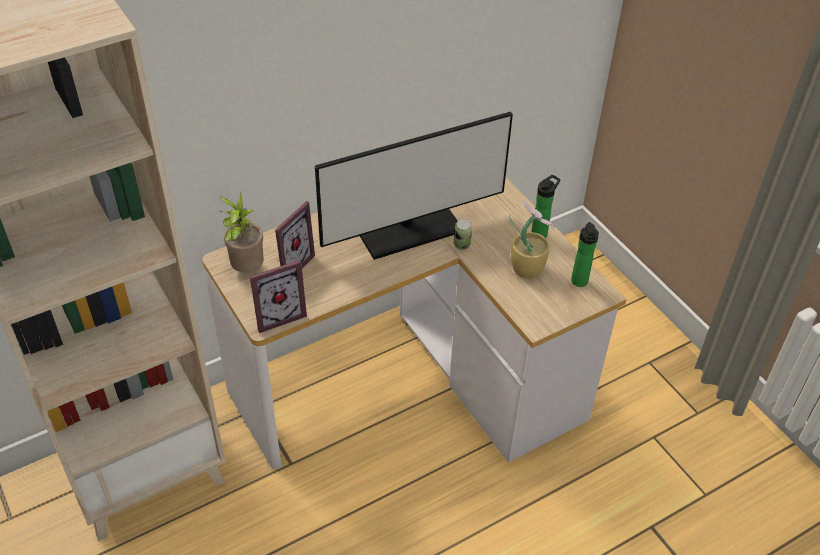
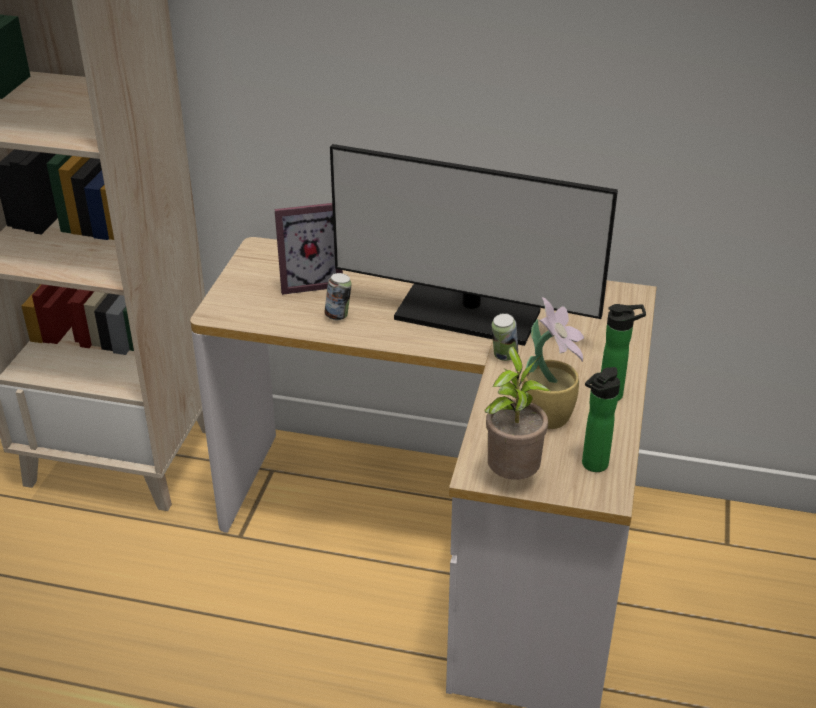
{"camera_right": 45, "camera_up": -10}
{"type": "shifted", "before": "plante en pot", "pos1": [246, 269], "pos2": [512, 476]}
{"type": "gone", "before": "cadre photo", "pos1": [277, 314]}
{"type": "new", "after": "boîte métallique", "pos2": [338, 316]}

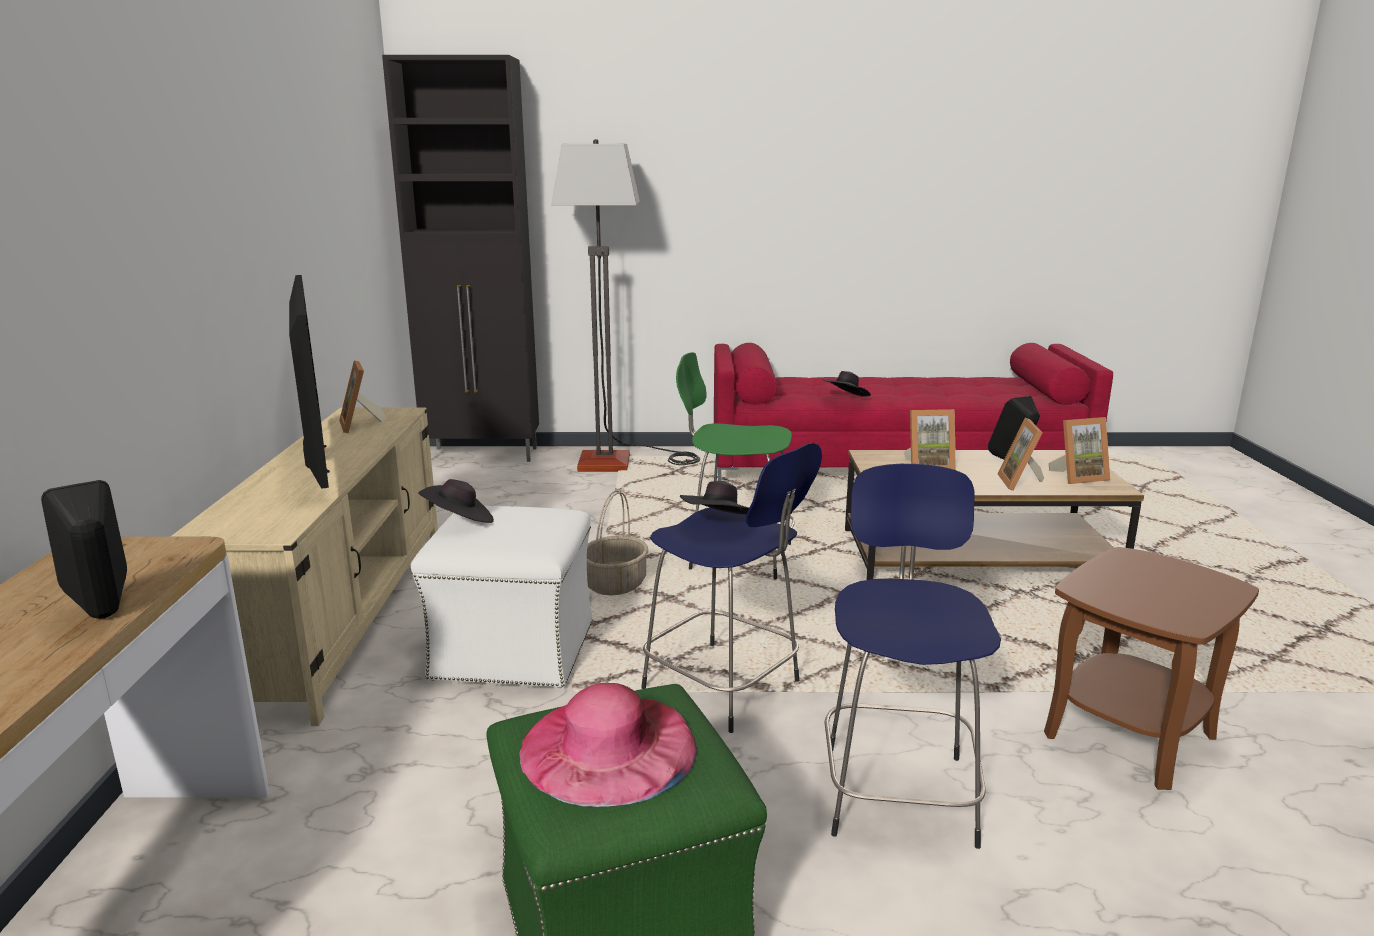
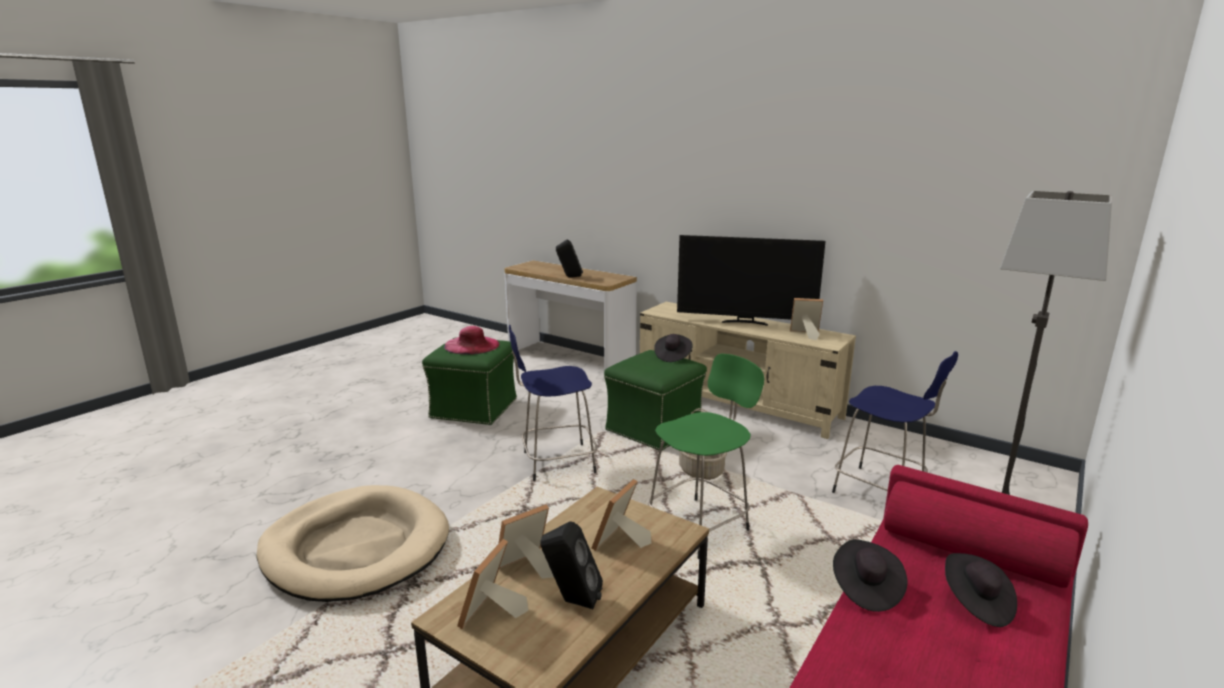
{"camera_right": 125, "camera_up": 0}
{"type": "gone", "before": "meuble de rangement/noir", "pos1": [484, 455]}
{"type": "repainted", "before": "pouf/blanc", "after": "pouf/vert", "pos1": [512, 650], "pos2": [654, 428]}
{"type": "shifted", "before": "chapeau/noir", "pos1": [719, 525], "pos2": [976, 603]}
{"type": "shifted", "before": "tabouret/bleu", "pos1": [898, 790], "pos2": [881, 492]}
{"type": "rotated", "before": "cadre photo", "pos1": [1022, 483], "pos2": [526, 568], "turn": -75}
{"type": "swapped", "before": "table d'appoint/marron", "after": "panier pour chien/beige", "pos1": [1130, 736], "pos2": [356, 548]}

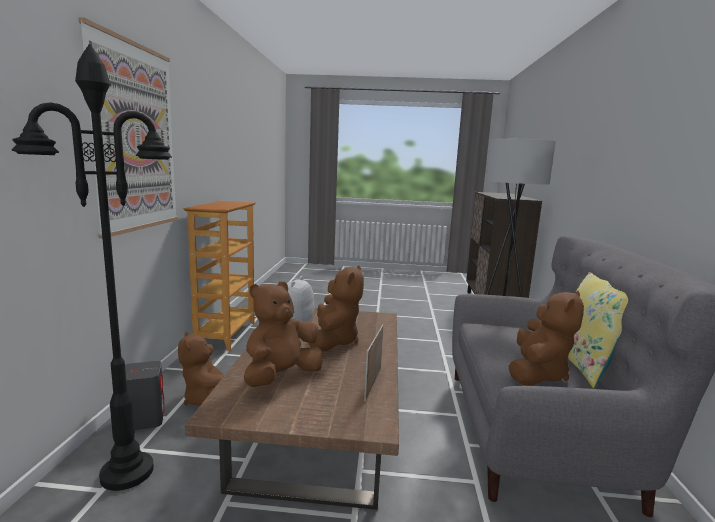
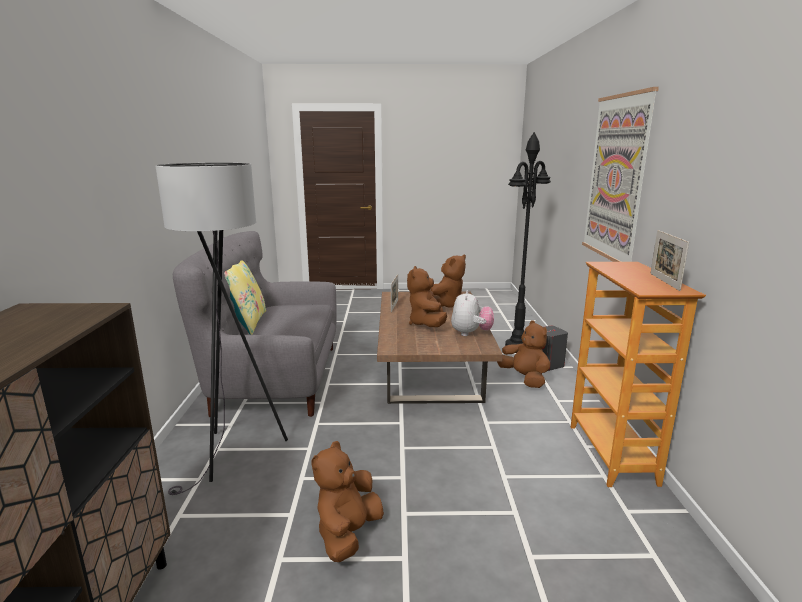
{"camera_right": 175, "camera_up": 5}
{"type": "shifted", "before": "peluche/marron", "pos1": [537, 374], "pos2": [348, 534]}
{"type": "new", "after": "cadre photo", "pos2": [664, 281]}

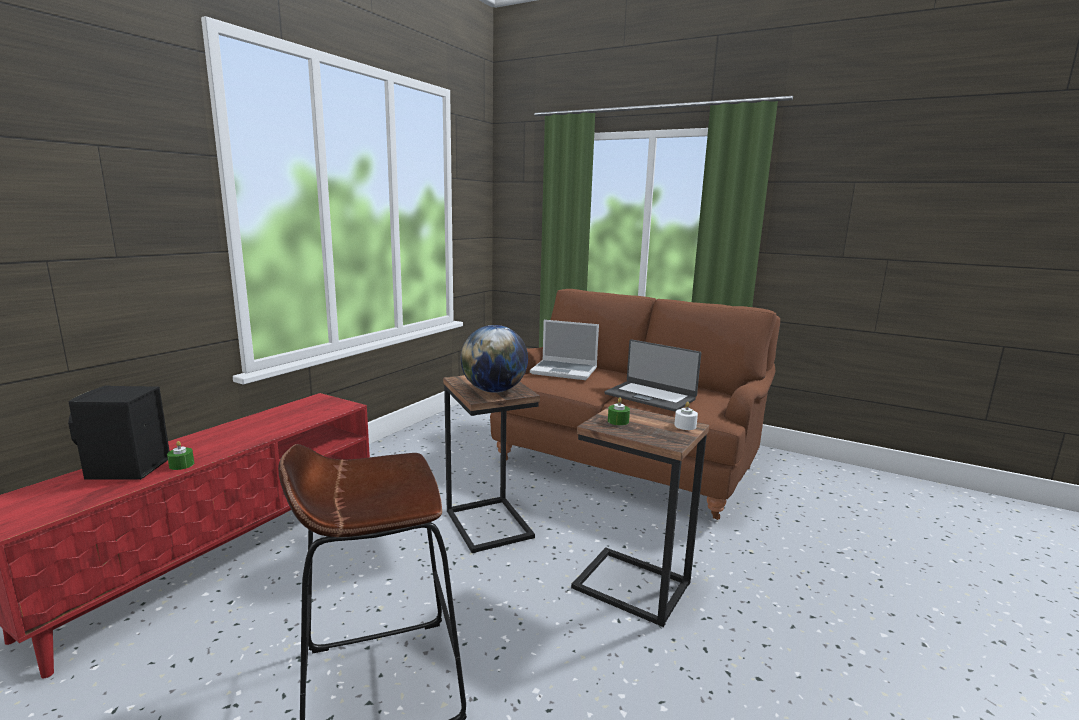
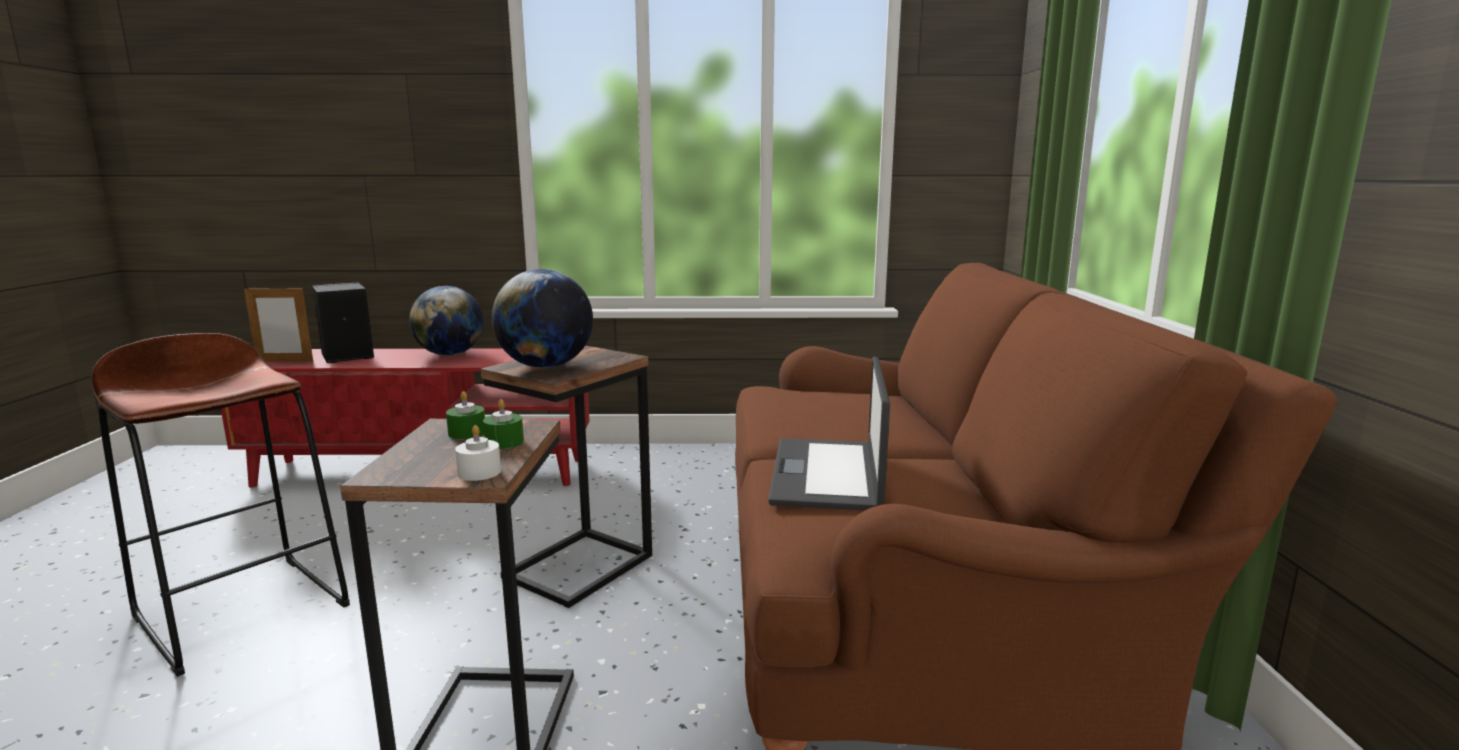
{"camera_right": 60, "camera_up": 0}
{"type": "shifted", "before": "bougie/vert", "pos1": [181, 465], "pos2": [504, 442]}
{"type": "gone", "before": "ordinateur portable", "pos1": [565, 371]}
{"type": "new", "after": "cadre photo", "pos2": [284, 361]}
{"type": "new", "after": "globe", "pos2": [450, 354]}

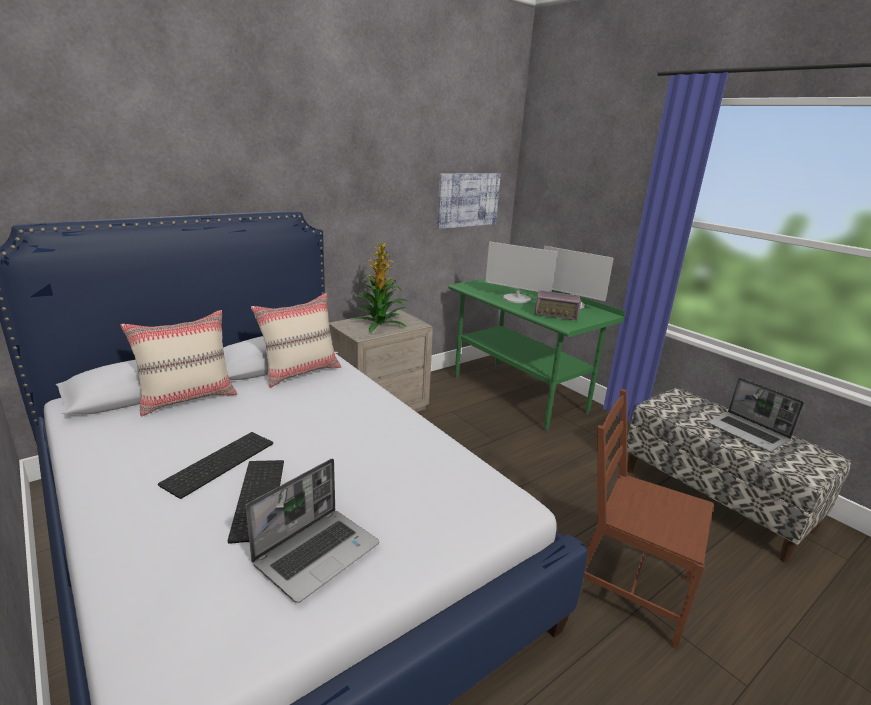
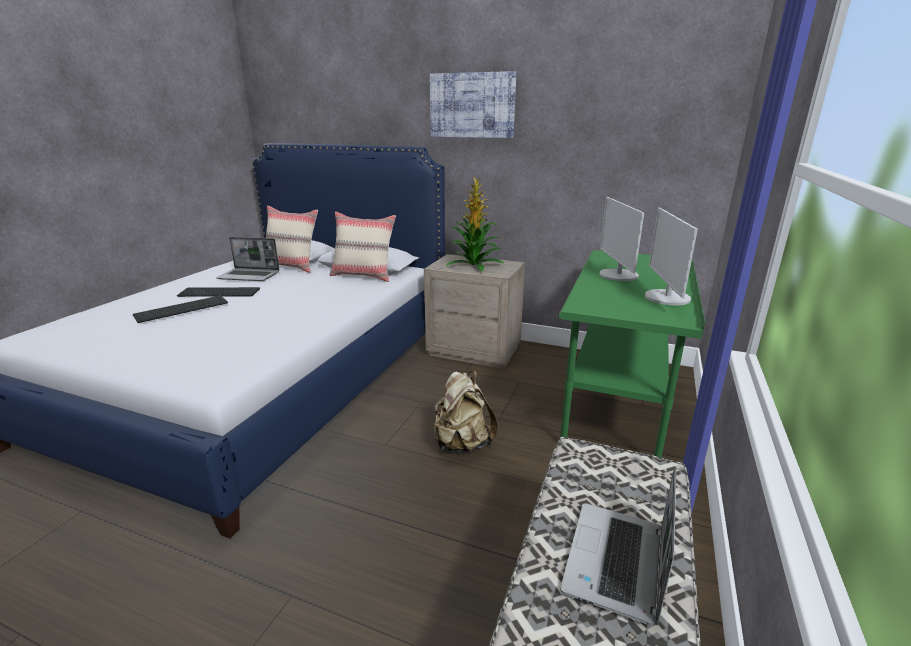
{"camera_right": 60, "camera_up": 0}
{"type": "shifted", "before": "ordinateur portable", "pos1": [318, 553], "pos2": [250, 276]}
{"type": "shifted", "before": "tableau", "pos1": [468, 200], "pos2": [472, 105]}
{"type": "gone", "before": "radio", "pos1": [556, 314]}
{"type": "gone", "before": "chaise/marron", "pos1": [627, 587]}
{"type": "new", "after": "sac à dos/beige", "pos2": [461, 444]}

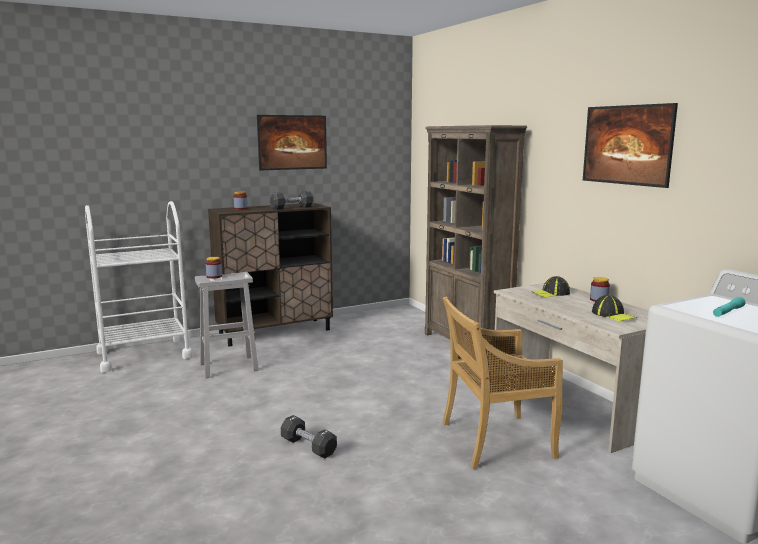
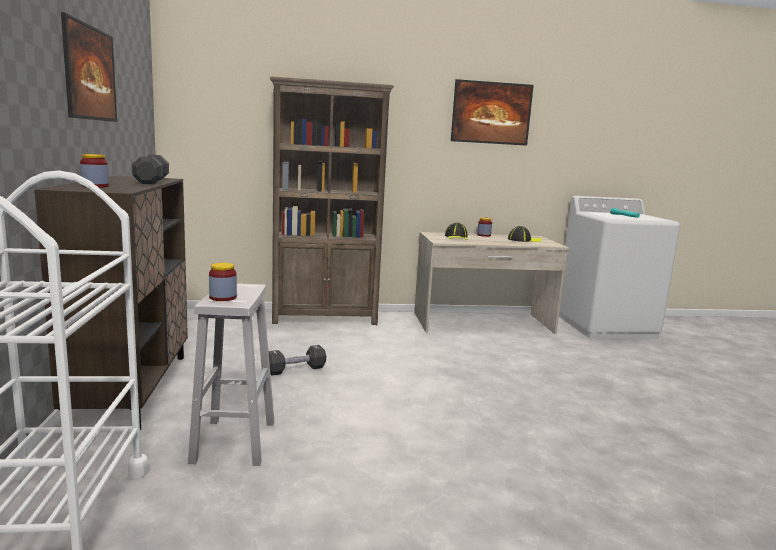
{"camera_right": -70, "camera_up": 0}
{"type": "shifted", "before": "haltère/noir", "pos1": [308, 447], "pos2": [295, 370]}
{"type": "gone", "before": "chaise/beige", "pos1": [494, 440]}

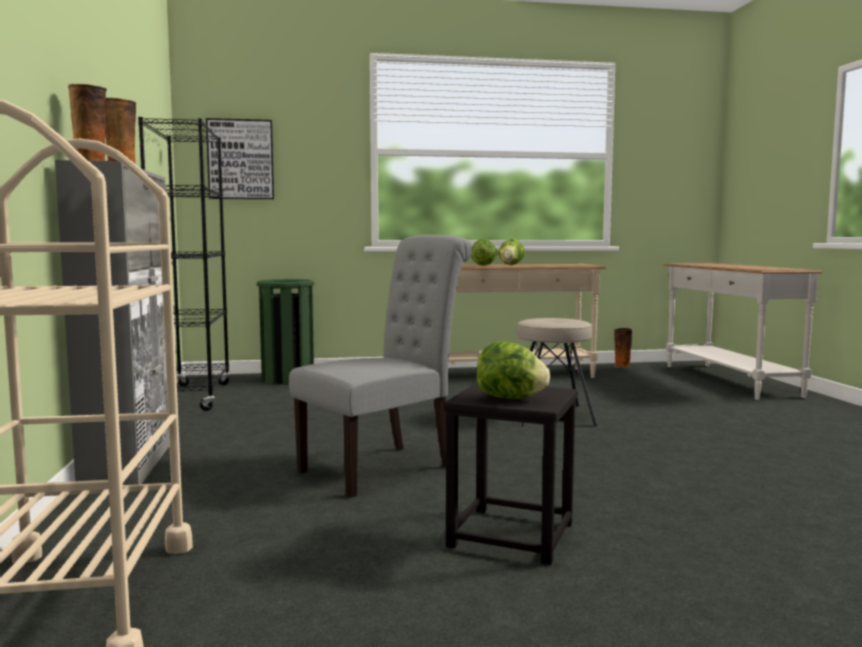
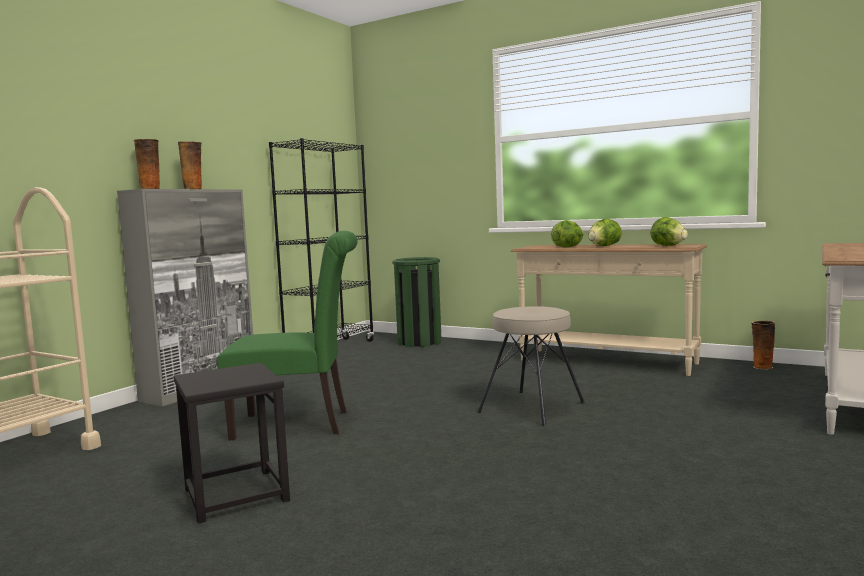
{"camera_right": 40, "camera_up": 0}
{"type": "gone", "before": "tableau", "pos1": [240, 159]}
{"type": "repainted", "before": "chaise/gris", "after": "chaise/vert", "pos1": [385, 467], "pos2": [299, 424]}
{"type": "shifted", "before": "laitue", "pos1": [510, 398], "pos2": [668, 246]}

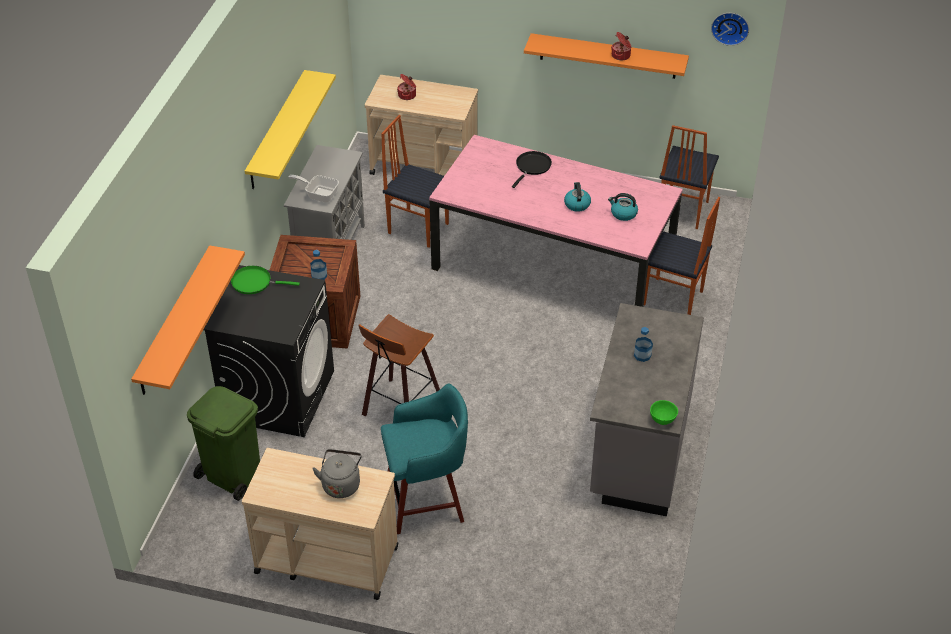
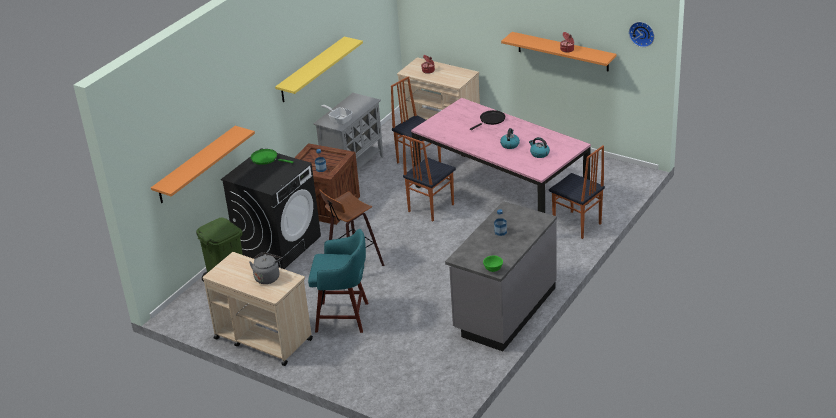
{"camera_right": 20, "camera_up": -10}
{"type": "shifted", "before": "chaise", "pos1": [682, 211], "pos2": [430, 208]}

